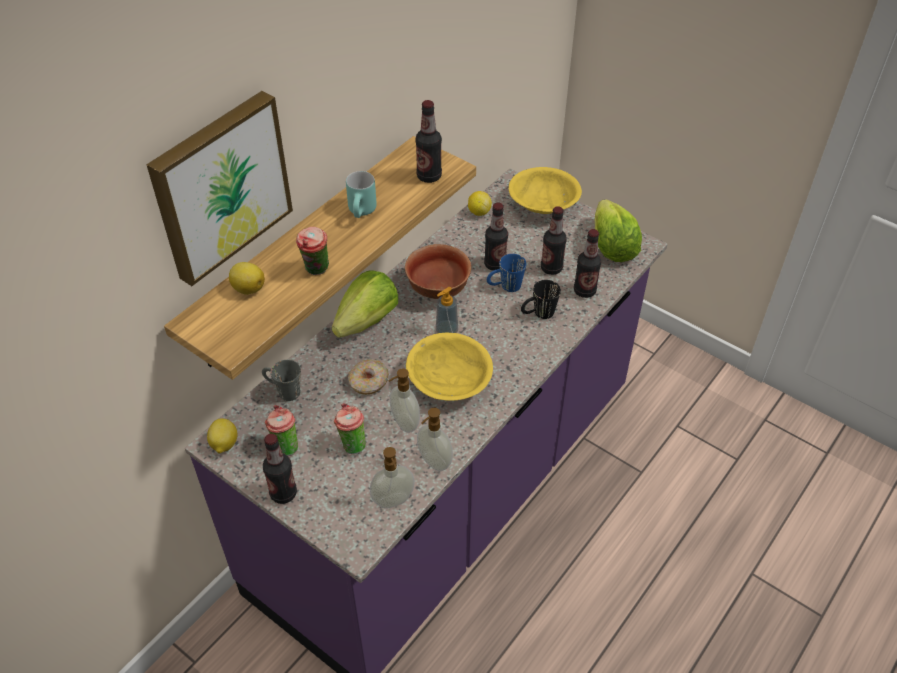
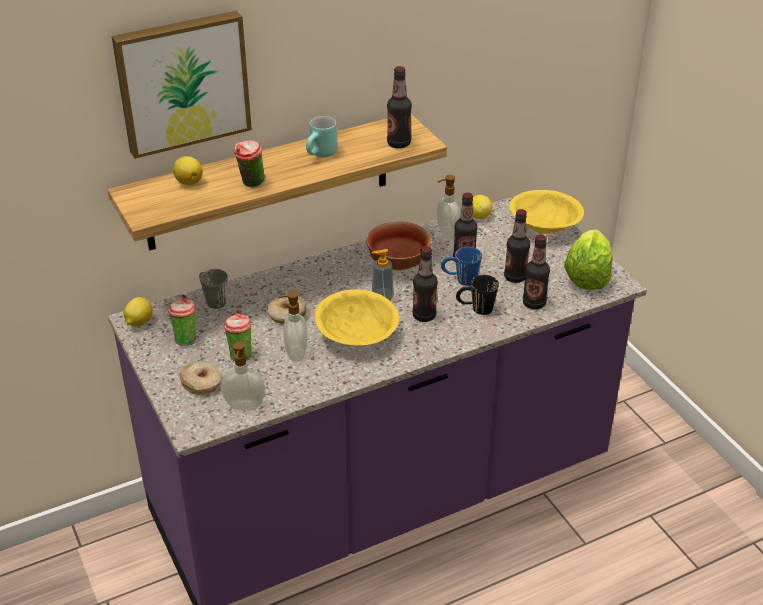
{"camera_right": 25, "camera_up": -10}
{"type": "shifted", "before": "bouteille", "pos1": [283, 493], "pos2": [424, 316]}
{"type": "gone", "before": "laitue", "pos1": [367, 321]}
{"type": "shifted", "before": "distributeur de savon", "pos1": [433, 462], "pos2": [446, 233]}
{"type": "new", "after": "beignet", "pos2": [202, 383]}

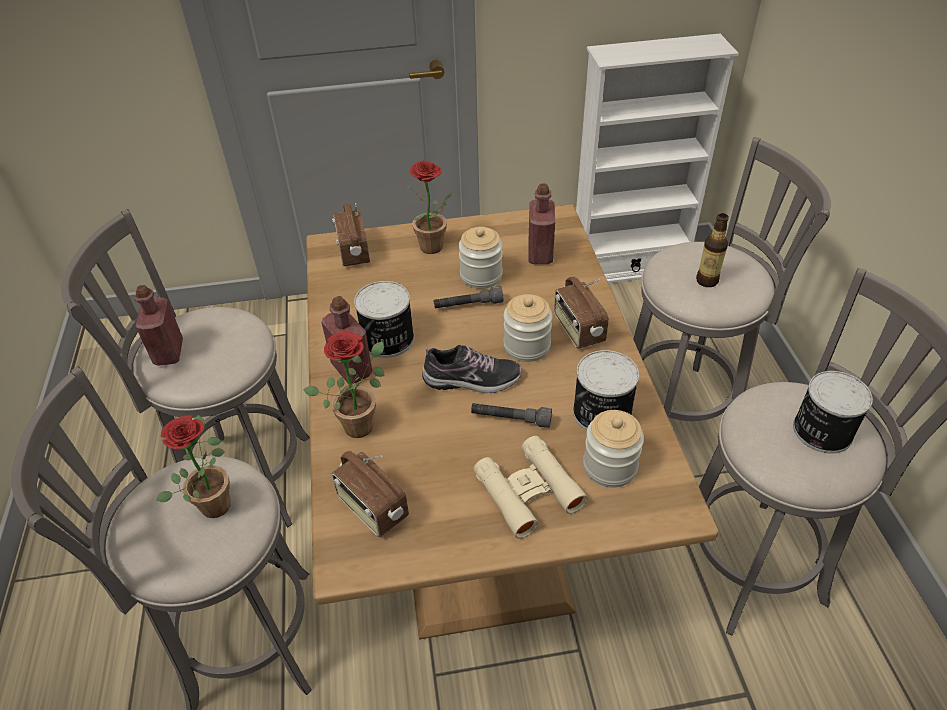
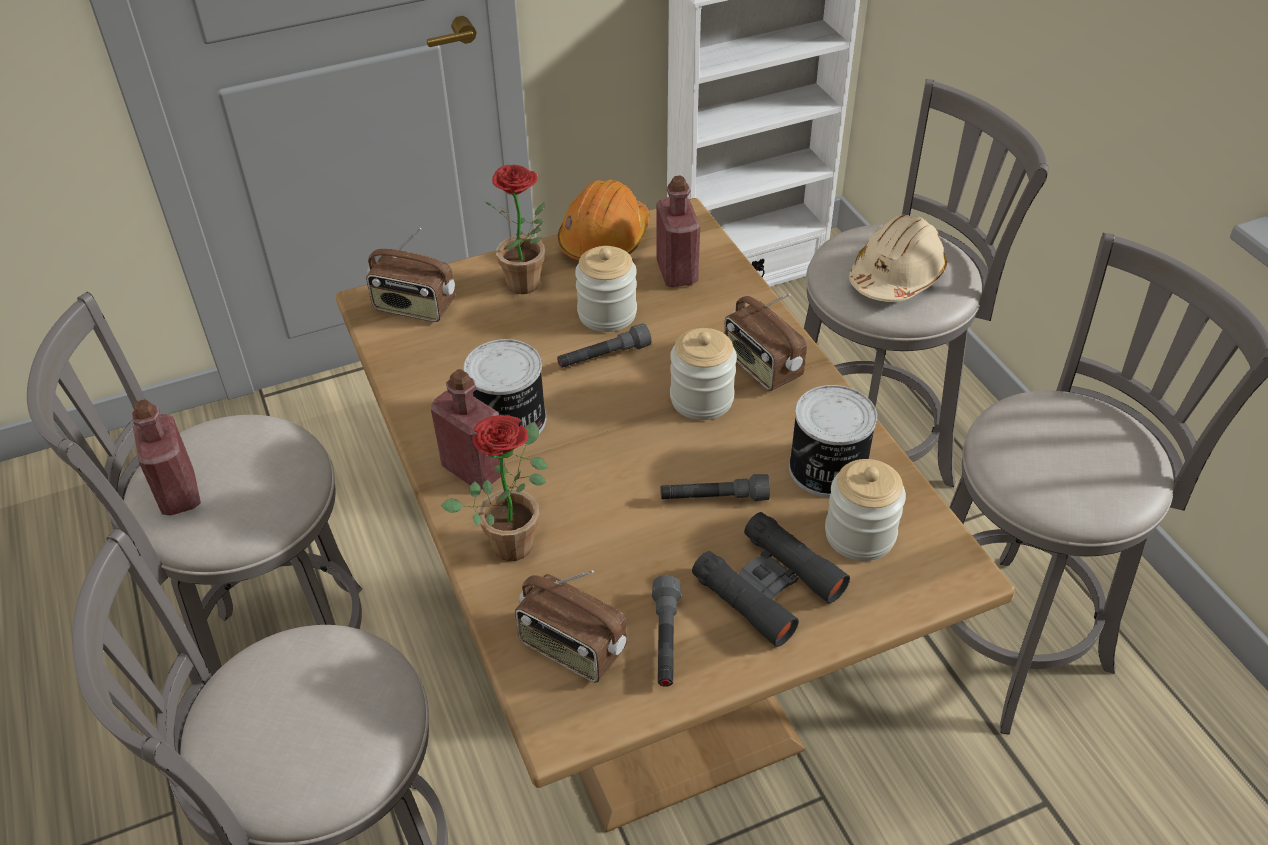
{"camera_right": -15, "camera_up": 0}
{"type": "gone", "before": "plante en pot", "pos1": [214, 500]}
{"type": "rotated", "before": "radio", "pos1": [353, 252], "pos2": [414, 308], "turn": -45}
{"type": "gone", "before": "chaussure", "pos1": [472, 380]}
{"type": "repainted", "before": "jumelles/beige", "after": "jumelles/noir", "pos1": [528, 491], "pos2": [768, 586]}
{"type": "swapped", "before": "bouteille", "after": "casque de chantier/beige", "pos1": [707, 281], "pos2": [896, 276]}
{"type": "gone", "before": "boîte métallique", "pos1": [821, 431]}
{"type": "new", "after": "casque de chantier/orange", "pos2": [605, 240]}
{"type": "new", "after": "lampe de poche/gris", "pos2": [665, 640]}

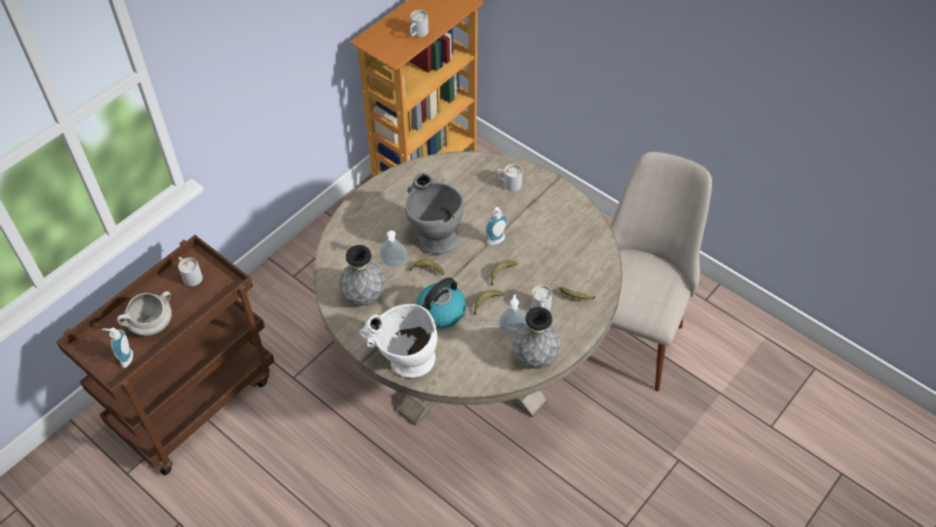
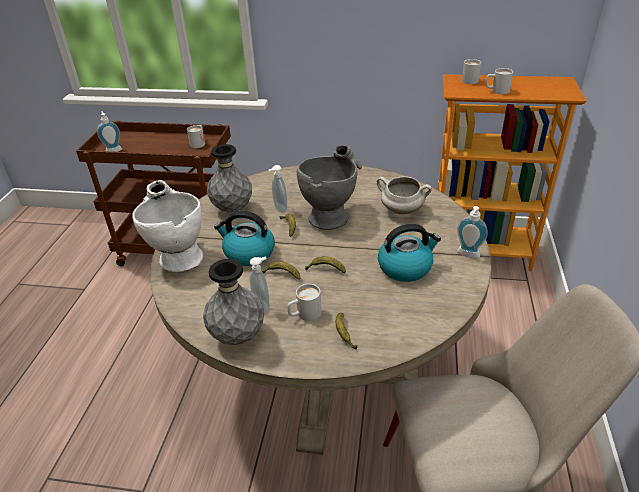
{"camera_right": 60, "camera_up": -15}
{"type": "shifted", "before": "marmite/blanc", "pos1": [151, 325], "pos2": [401, 210]}
{"type": "shifted", "before": "distributeur de savon", "pos1": [497, 242], "pos2": [467, 255]}
{"type": "shifted", "before": "mug/blanc", "pos1": [508, 184], "pos2": [468, 79]}
{"type": "new", "after": "bouilloire", "pos2": [405, 267]}

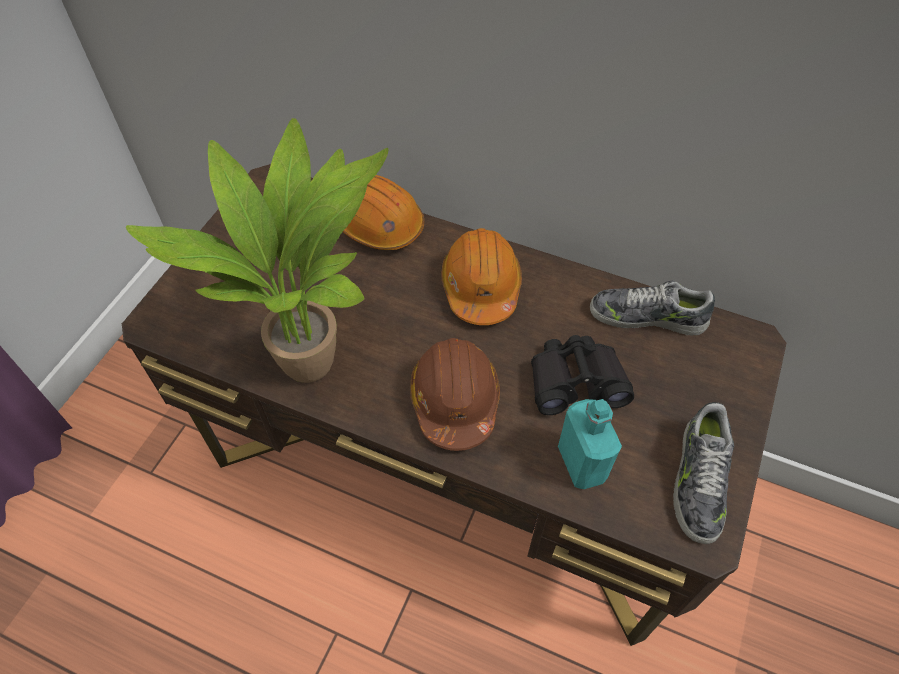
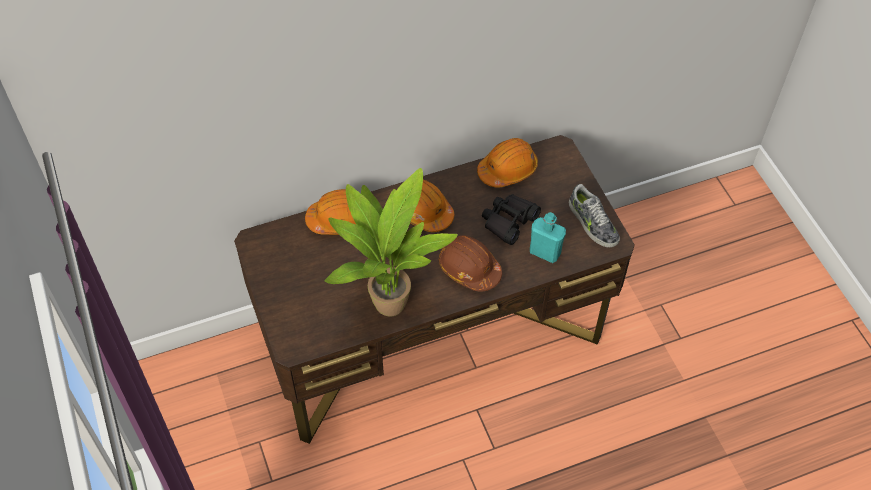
{"camera_right": -45, "camera_up": 0}
{"type": "swapped", "before": "chaussure", "after": "casque de chantier/orange", "pos1": [647, 316], "pos2": [507, 169]}

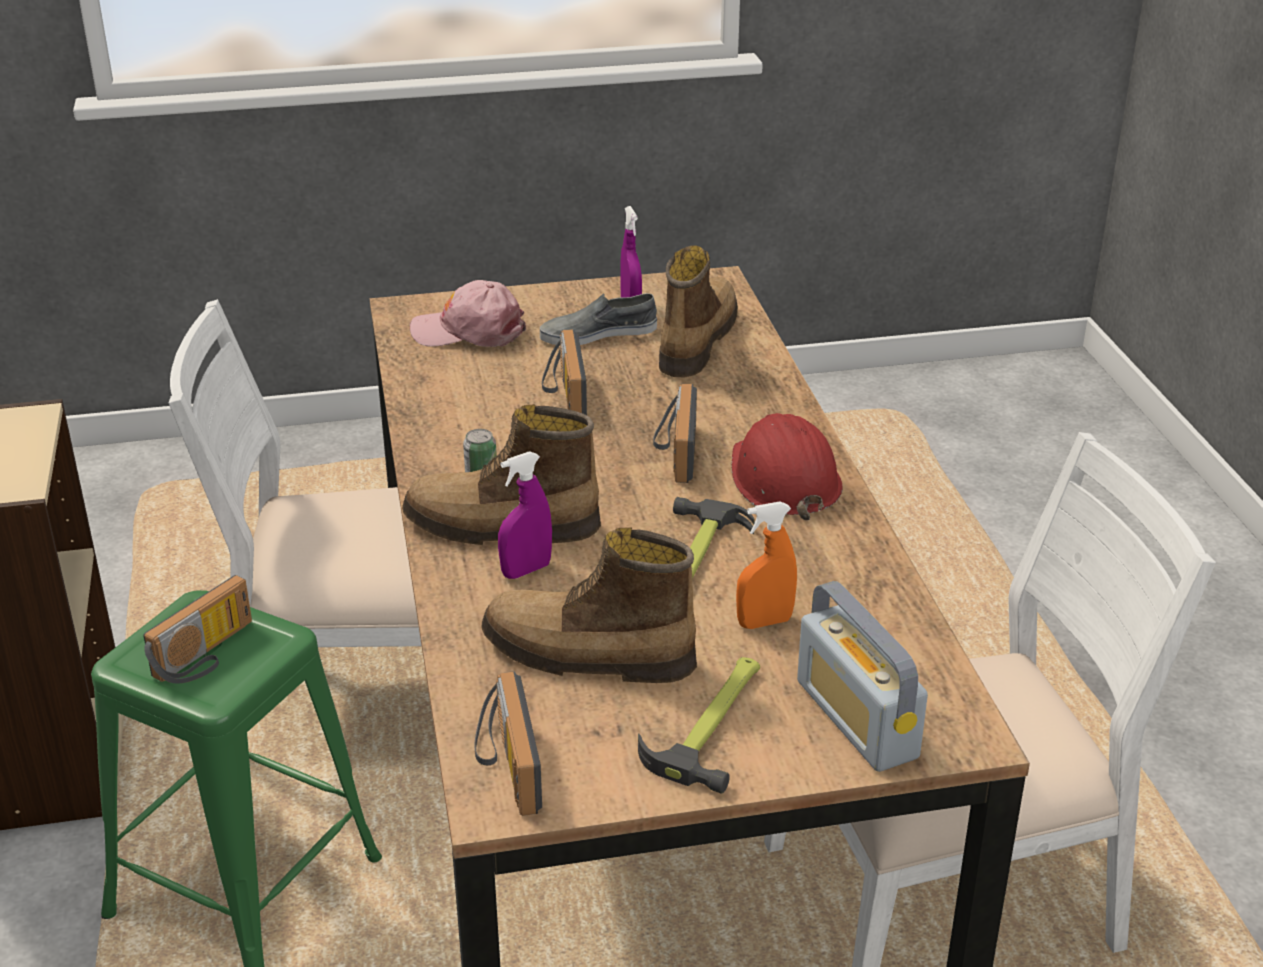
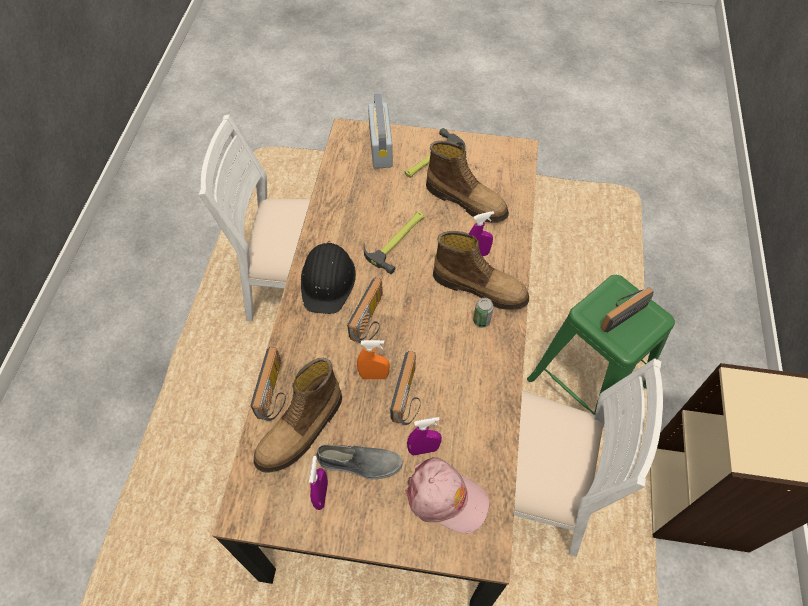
{"camera_right": -160, "camera_up": 25}
{"type": "shifted", "before": "radio", "pos1": [504, 764], "pos2": [275, 392]}
{"type": "repainted", "before": "casque de chantier/rouge", "after": "casque de chantier/noir", "pos1": [783, 479], "pos2": [328, 281]}
{"type": "shifted", "before": "vaporisateur/orange", "pos1": [764, 622], "pos2": [374, 375]}
{"type": "new", "after": "vaporisateur/violet", "pos2": [423, 449]}

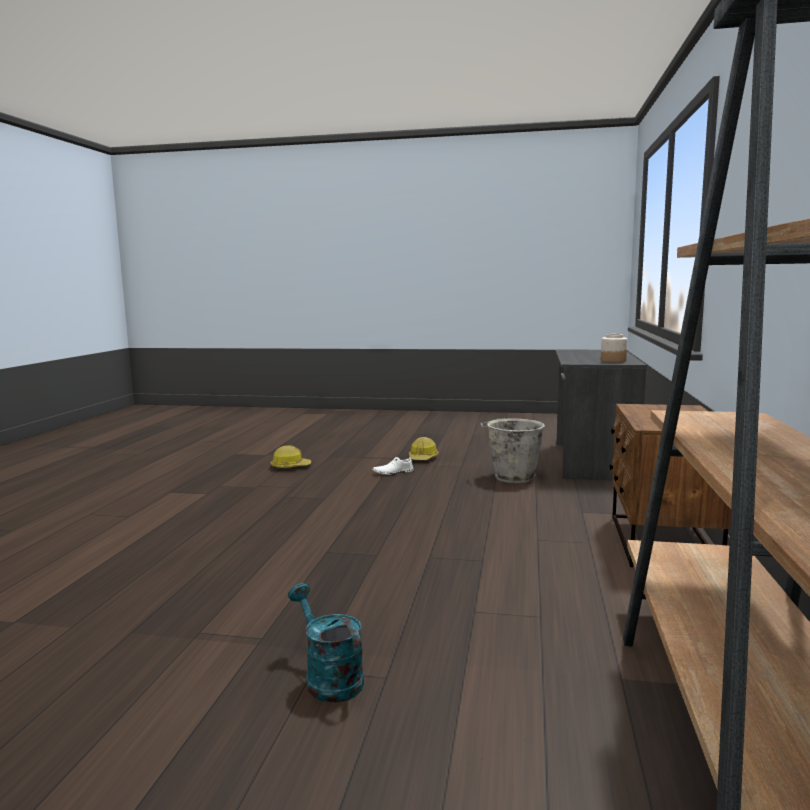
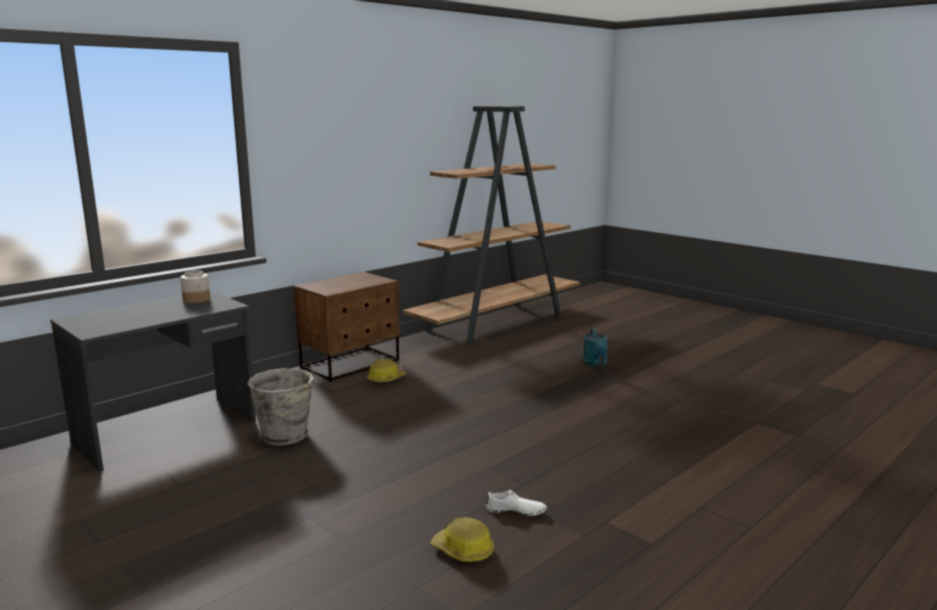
{"camera_right": -145, "camera_up": 5}
{"type": "shifted", "before": "chaussure/blanc", "pos1": [393, 472], "pos2": [515, 511]}
{"type": "shifted", "before": "casque de chantier", "pos1": [423, 458], "pos2": [386, 379]}

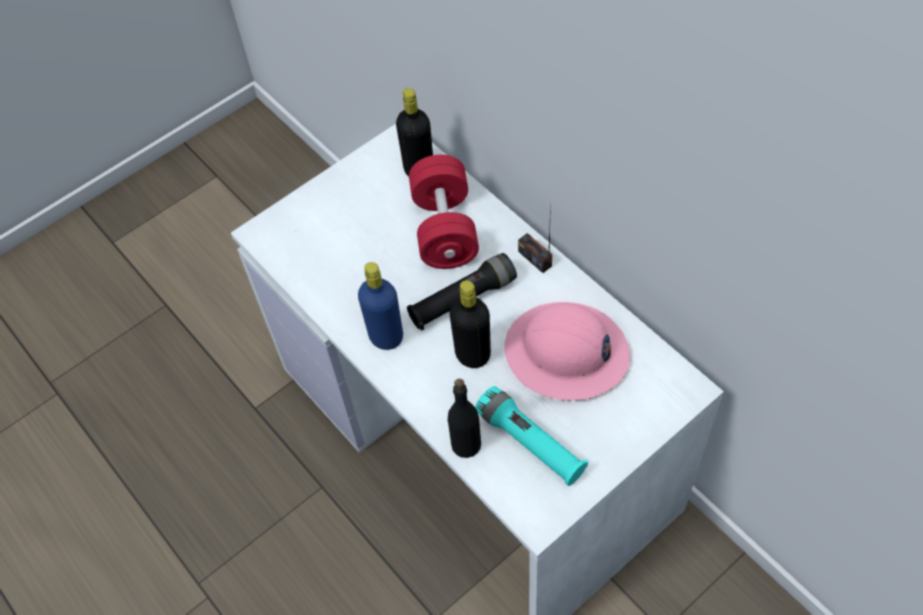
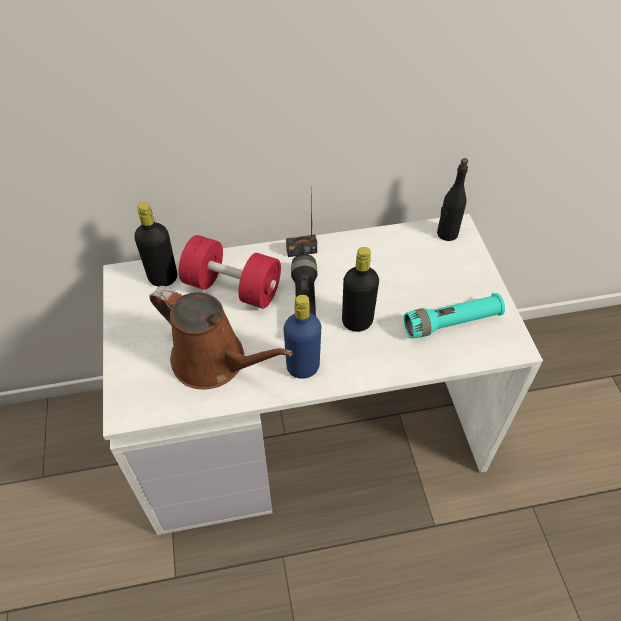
{"camera_right": -65, "camera_up": -5}
{"type": "shifted", "before": "bouteille/noir", "pos1": [465, 444], "pos2": [447, 233]}
{"type": "gone", "before": "casque de chantier/rose", "pos1": [566, 353]}
{"type": "new", "after": "arrosoir/marron", "pos2": [214, 361]}

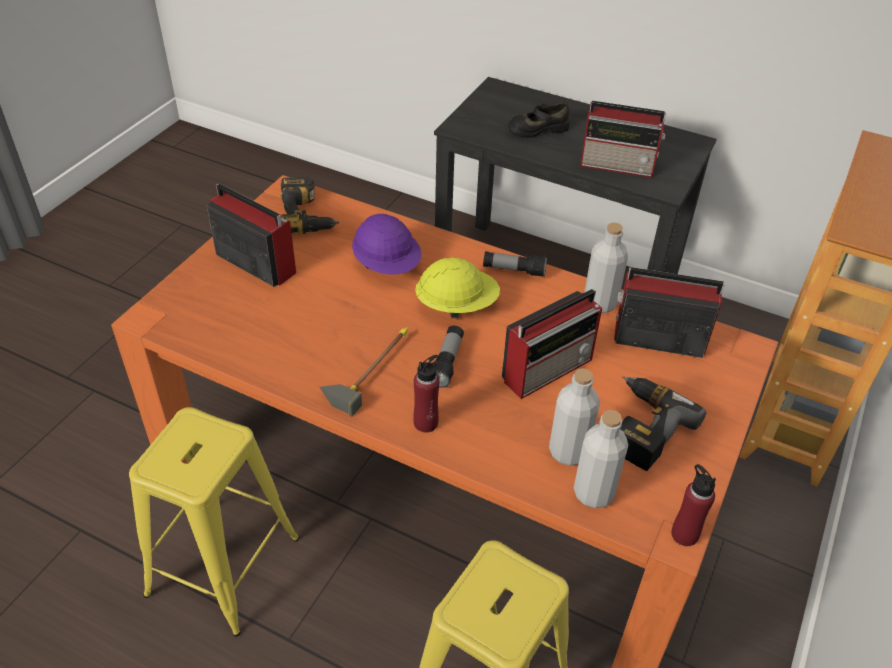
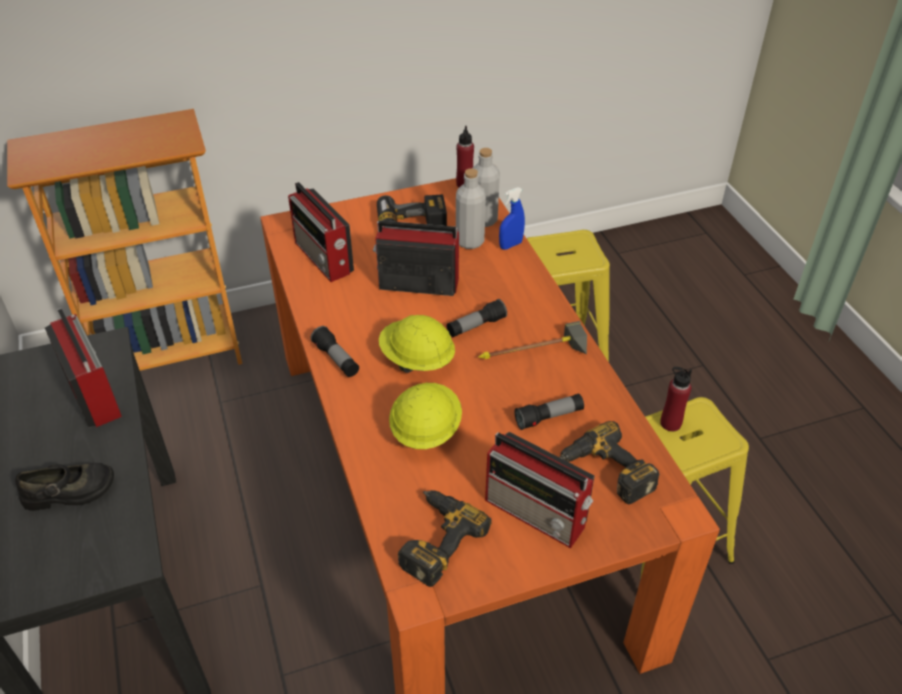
{"camera_right": -135, "camera_up": 0}
{"type": "rotated", "before": "radio", "pos1": [254, 262], "pos2": [537, 514], "turn": -45}
{"type": "repainted", "before": "casque de chantier/violet", "after": "casque de chantier/jaune", "pos1": [387, 265], "pos2": [425, 430]}
{"type": "shifted", "before": "bouteille/rouge", "pos1": [426, 423], "pos2": [670, 423]}
{"type": "rotated", "before": "chaussure/noir", "pos1": [537, 129], "pos2": [69, 492], "turn": -45}
{"type": "gone", "before": "bouteille/gris", "pos1": [600, 303]}
{"type": "new", "after": "vaporisateur/bleu", "pos2": [510, 245]}
{"type": "new", "after": "lampe de poche", "pos2": [549, 417]}
{"type": "new", "after": "perceuse", "pos2": [605, 472]}

